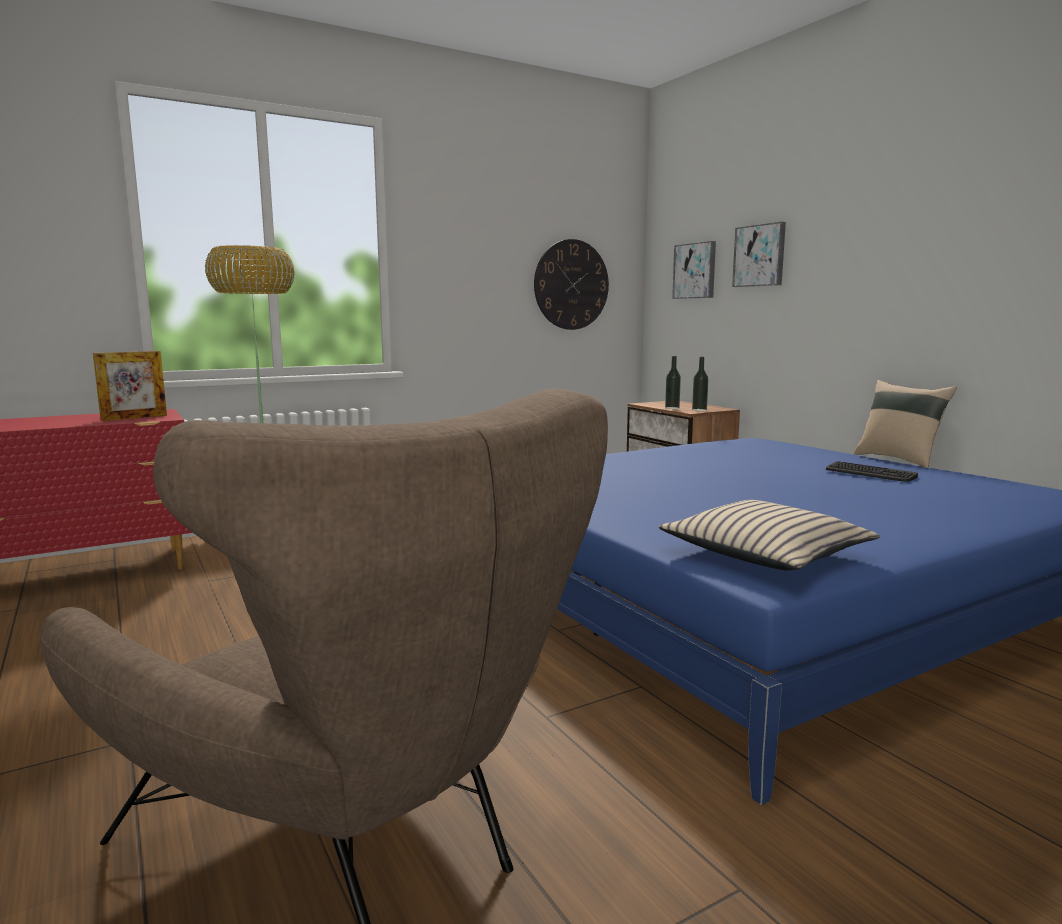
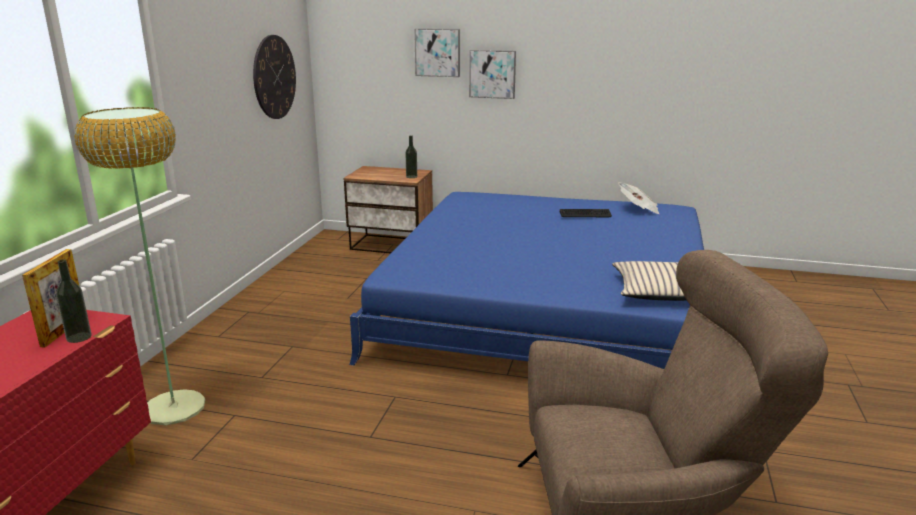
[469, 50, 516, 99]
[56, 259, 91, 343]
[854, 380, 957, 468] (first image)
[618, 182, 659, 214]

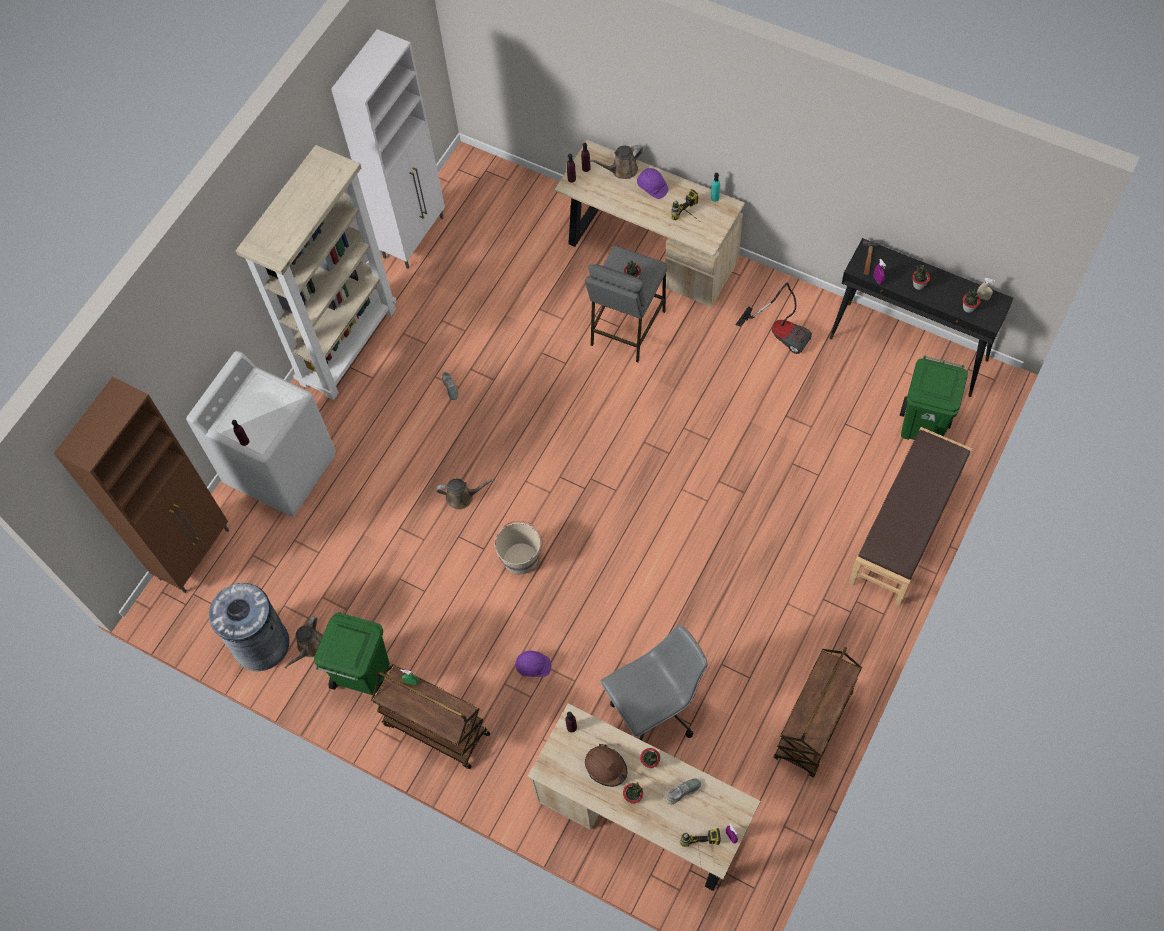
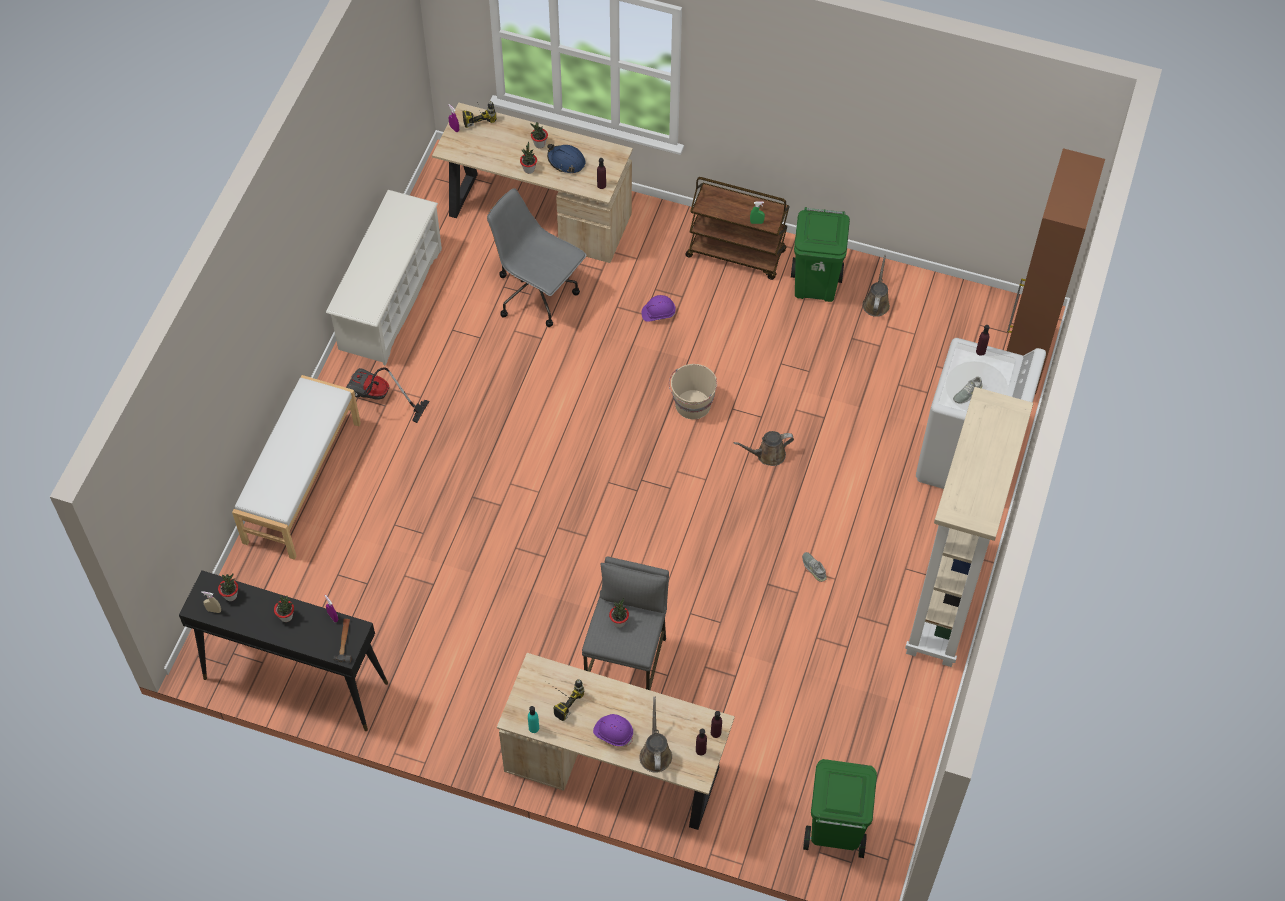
[331, 29, 445, 269] (first image)
[639, 697, 672, 773]
[346, 367, 430, 423]
[803, 759, 877, 858]
[232, 375, 361, 560]
[209, 583, 289, 671] (first image)
[487, 188, 587, 327]
[326, 190, 442, 366]
[547, 144, 585, 173]
[953, 376, 983, 403]

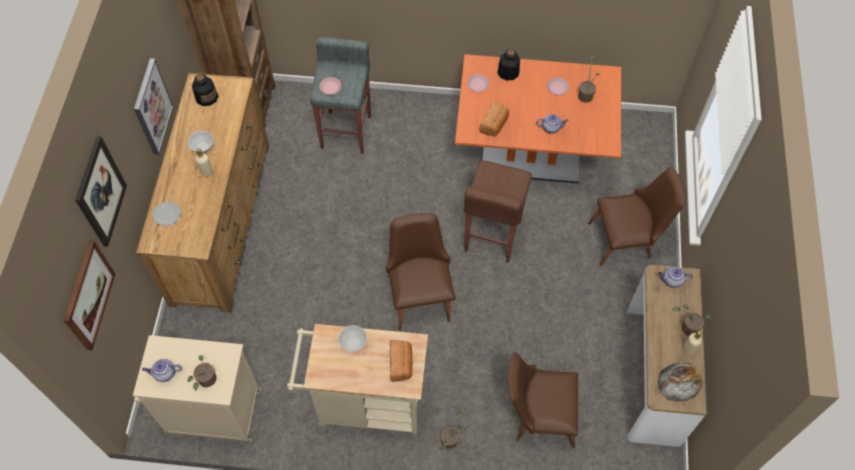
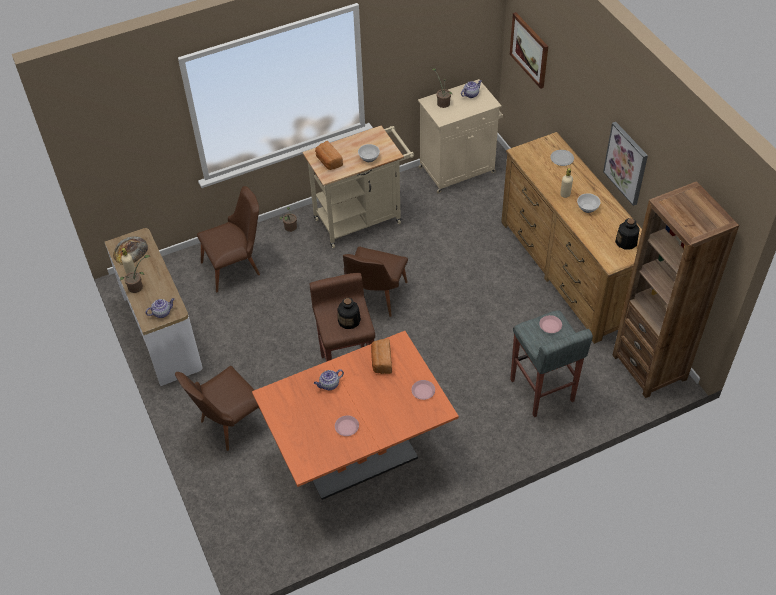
[338, 298, 361, 329]
[578, 56, 600, 103] (first image)
[75, 136, 127, 247] (first image)
[343, 246, 408, 317]

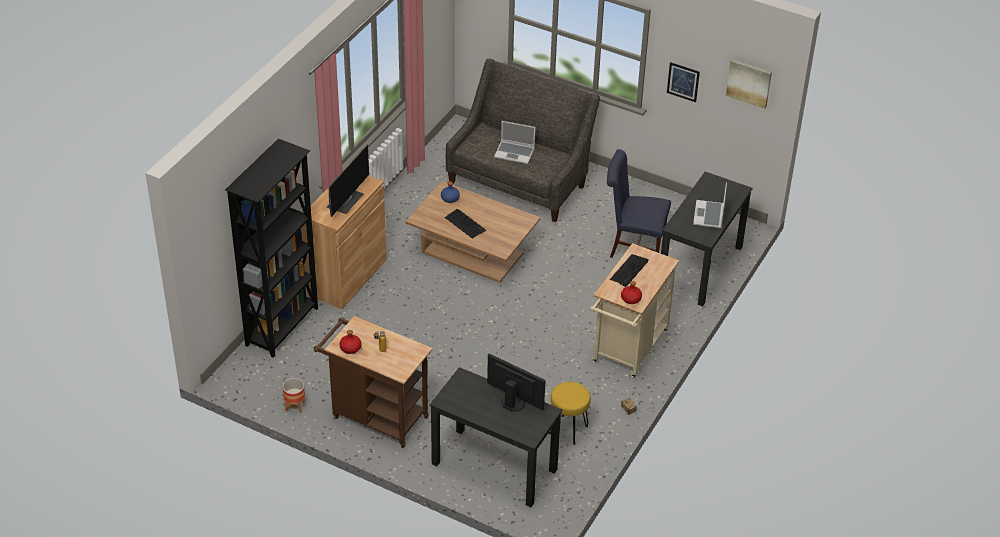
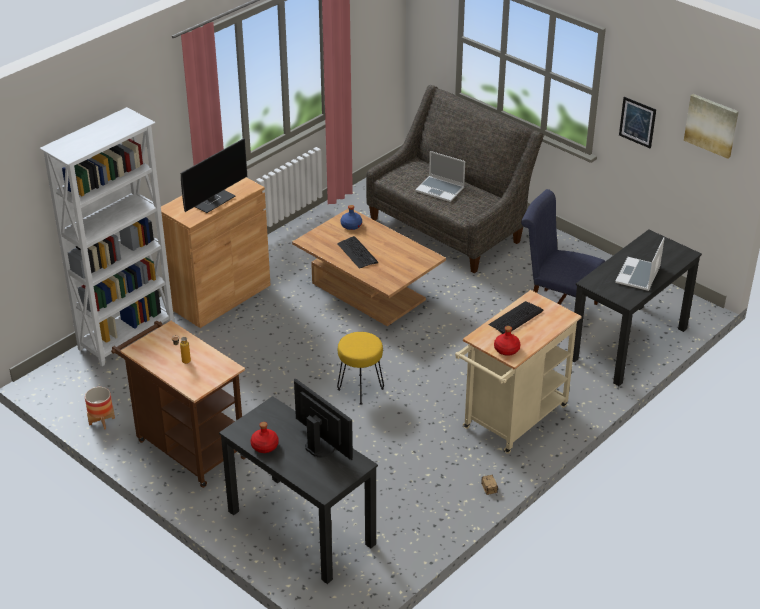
[40, 107, 174, 366]
[250, 422, 279, 453]
[337, 332, 384, 405]

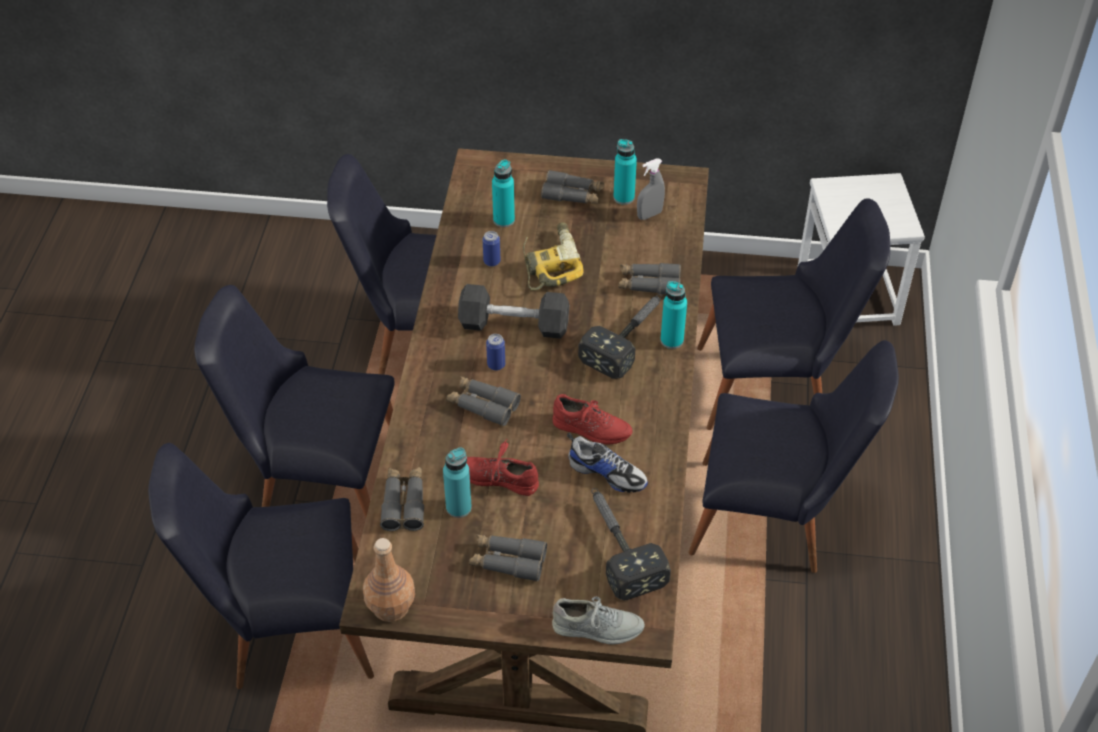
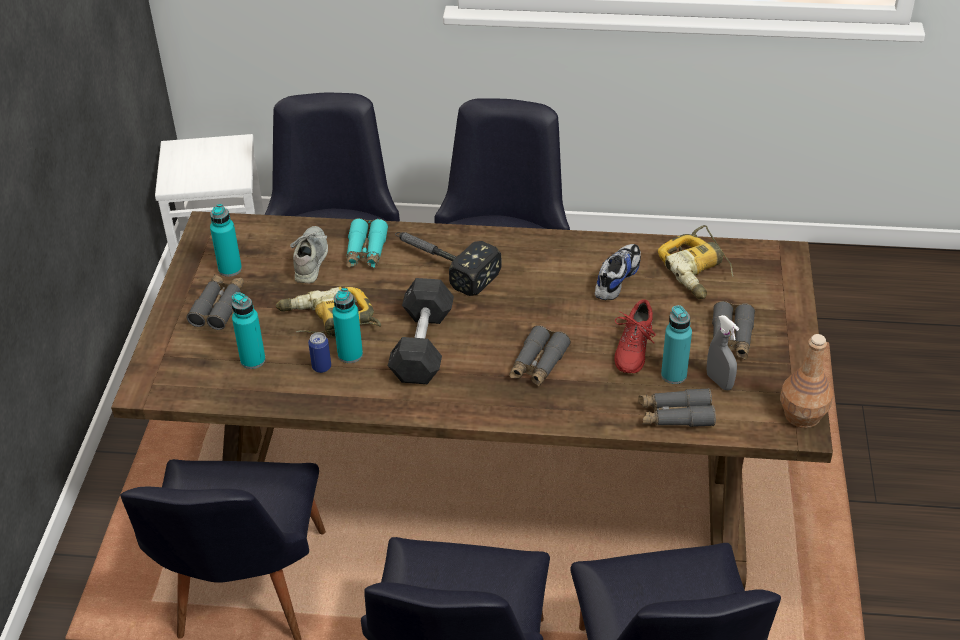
[707, 315, 739, 390]
[346, 218, 389, 268]
[332, 288, 363, 363]
[486, 334, 505, 371] (first image)
[553, 394, 633, 445] (first image)
[658, 225, 733, 299]
[290, 226, 328, 283]

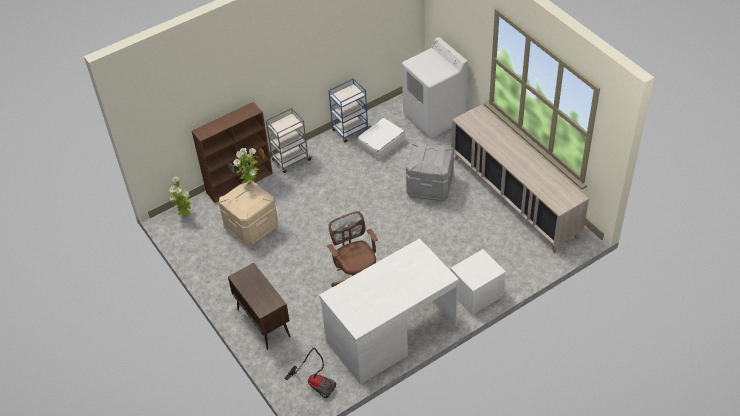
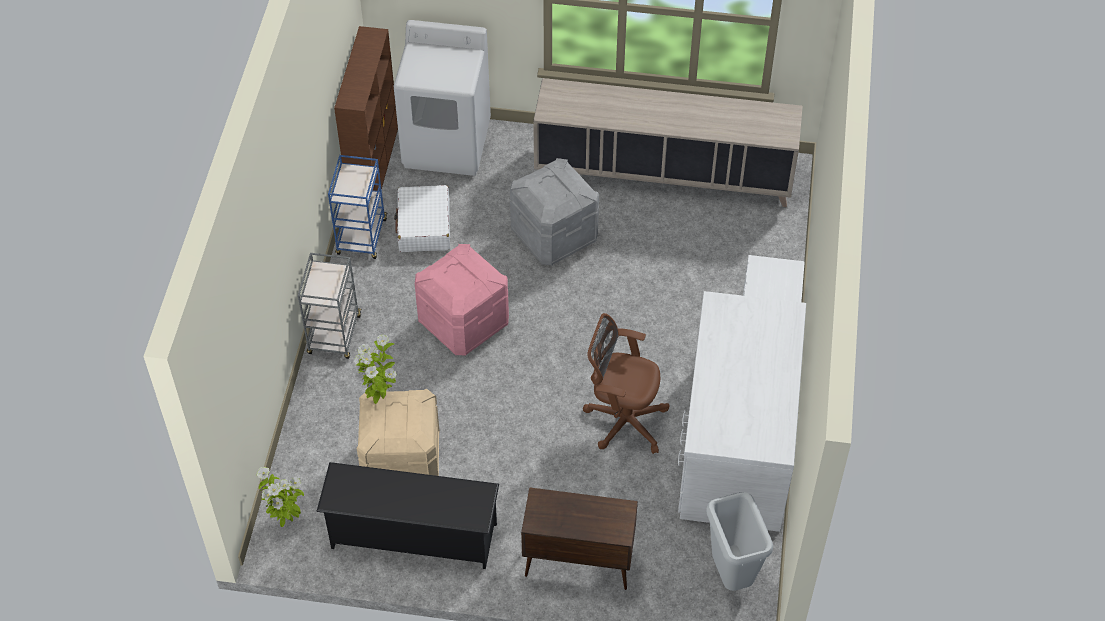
[334, 26, 398, 191]
[706, 492, 773, 591]
[415, 244, 509, 355]
[316, 462, 499, 569]

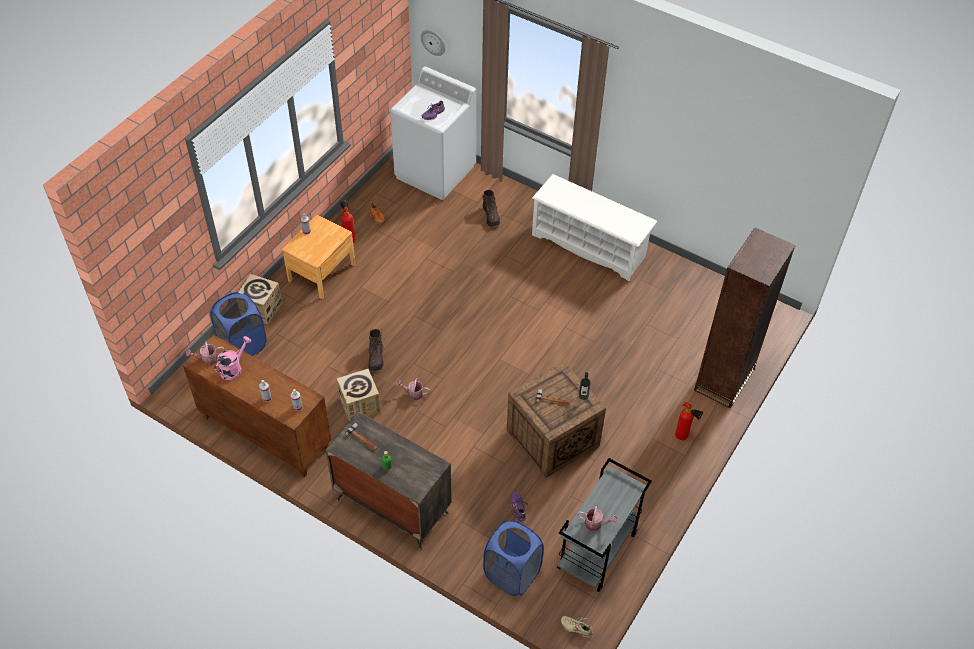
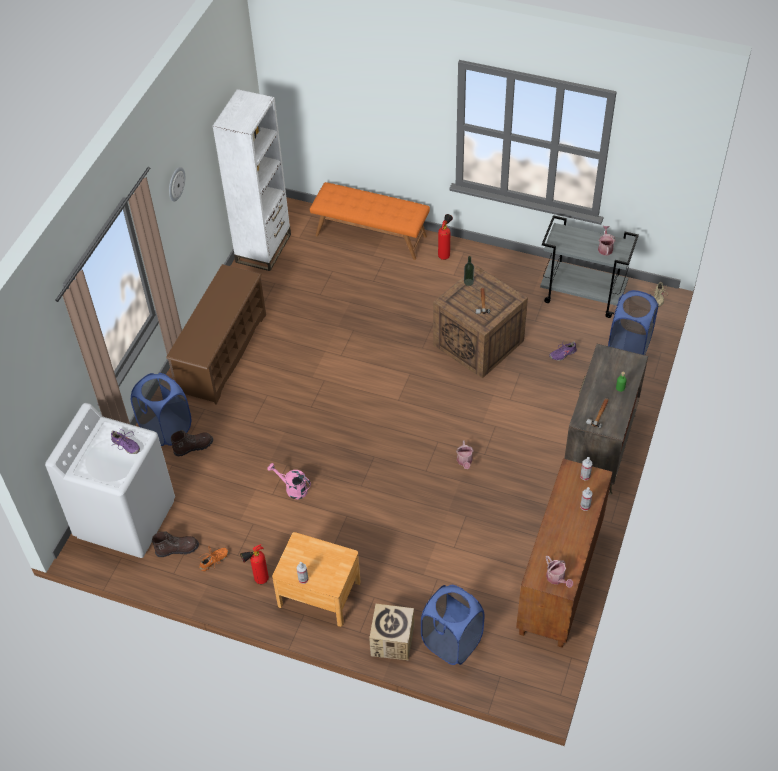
[169, 167, 185, 201]
[166, 264, 266, 405]
[310, 182, 430, 260]
[152, 531, 199, 557]
[267, 463, 311, 499]
[337, 369, 381, 421] (first image)
[213, 89, 291, 271]
[131, 373, 191, 446]

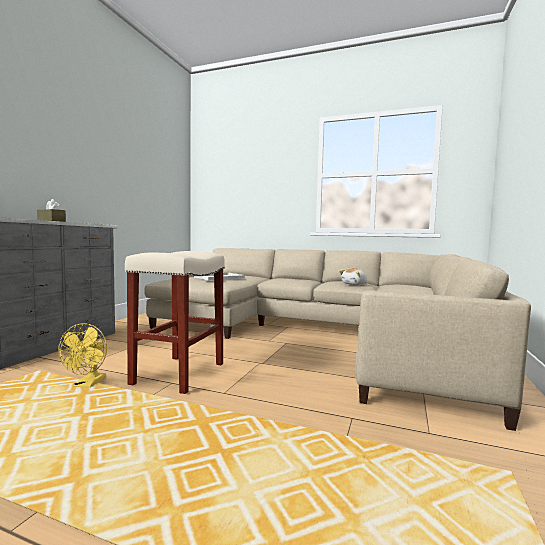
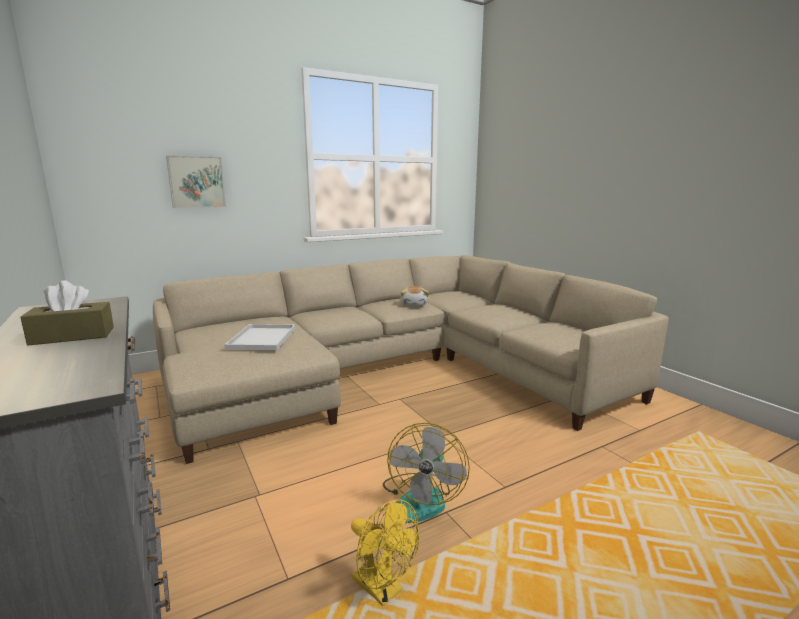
[383, 423, 470, 523]
[166, 156, 226, 208]

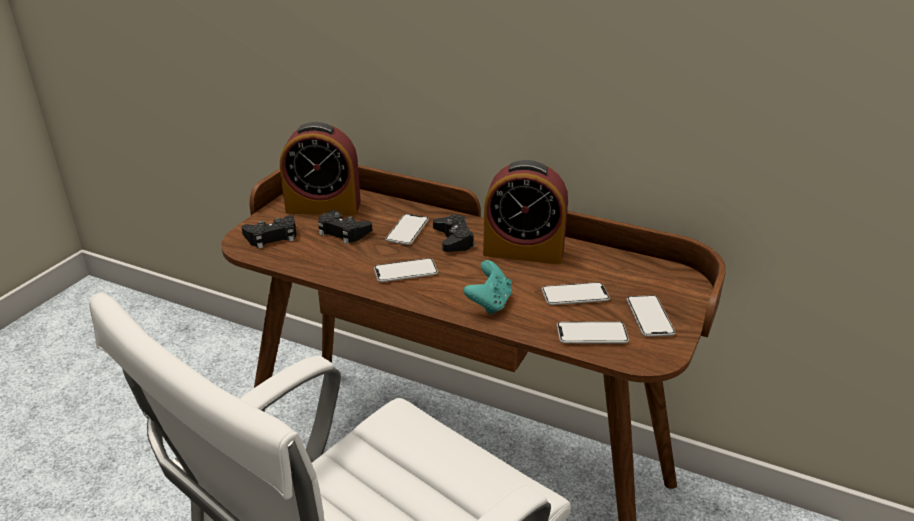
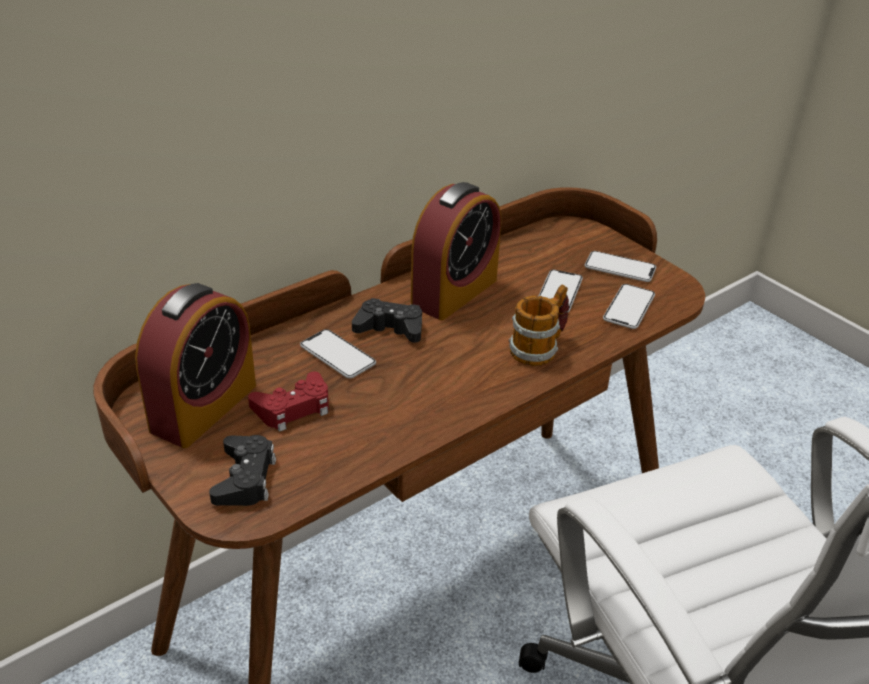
[248, 371, 329, 432]
[374, 258, 438, 282] (first image)
[509, 285, 569, 366]

